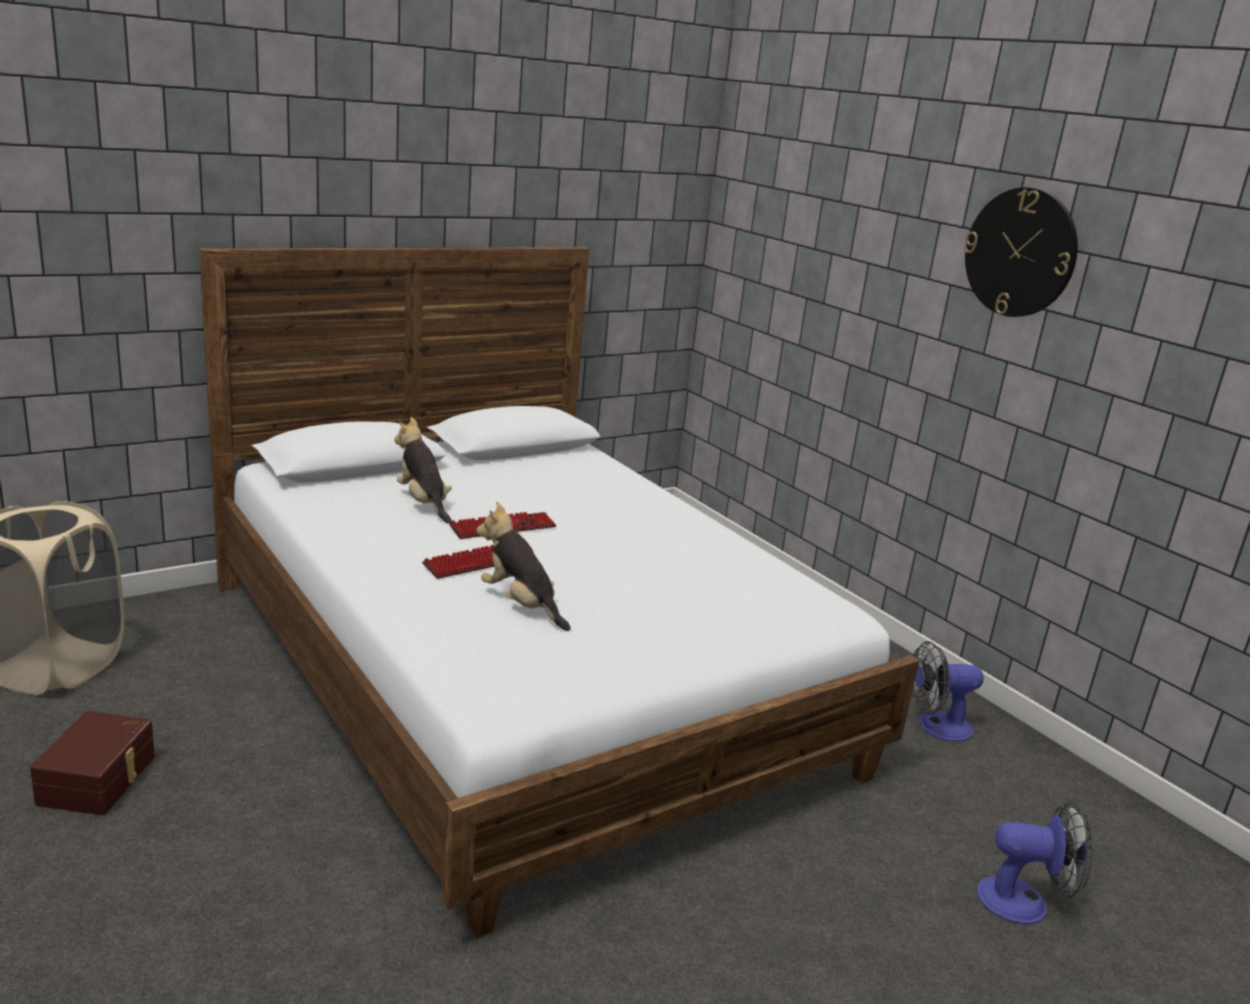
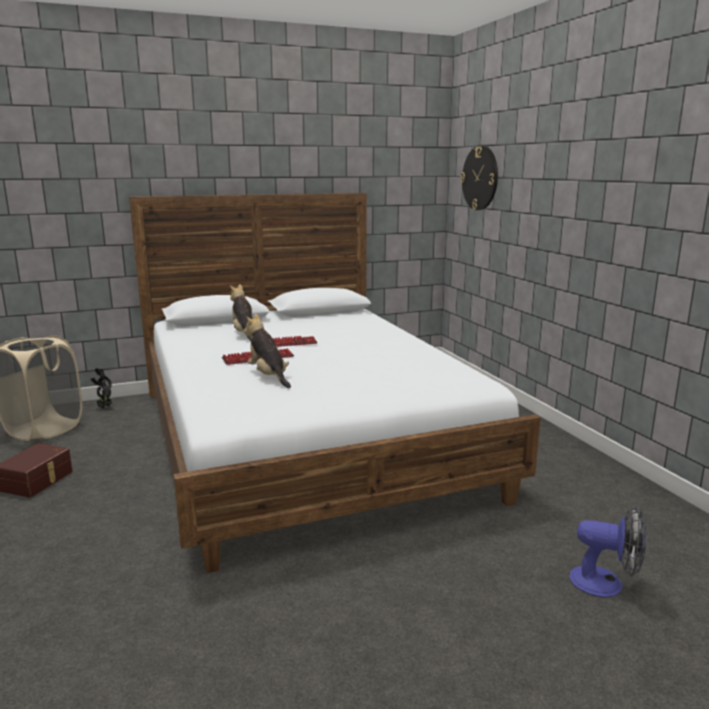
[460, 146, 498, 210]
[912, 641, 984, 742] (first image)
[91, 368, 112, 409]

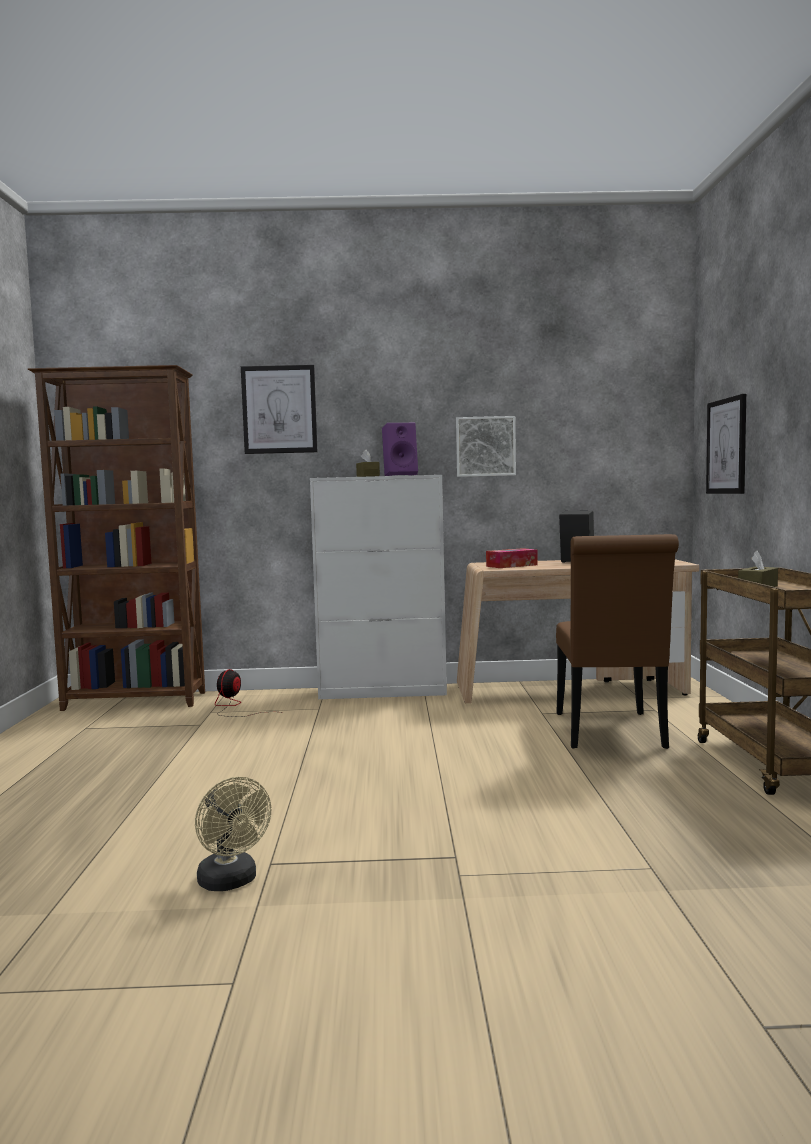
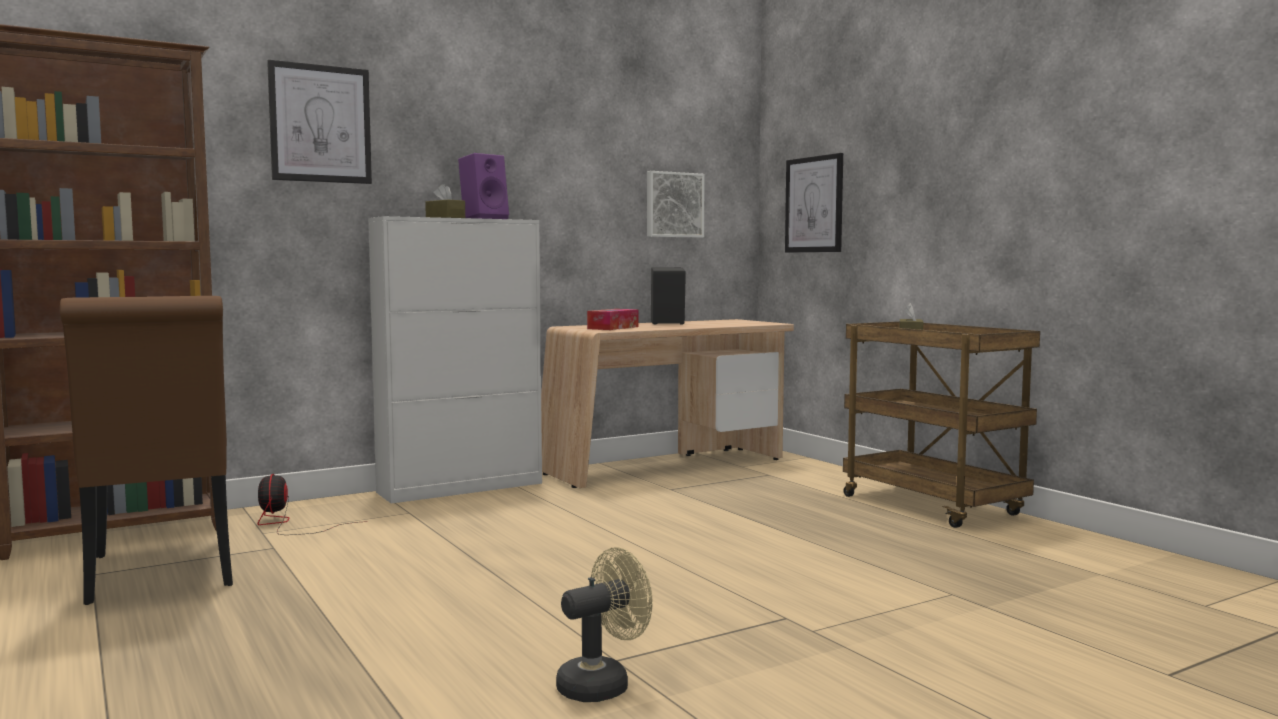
[647, 171, 705, 237]
[60, 296, 233, 605]
[556, 547, 653, 702]

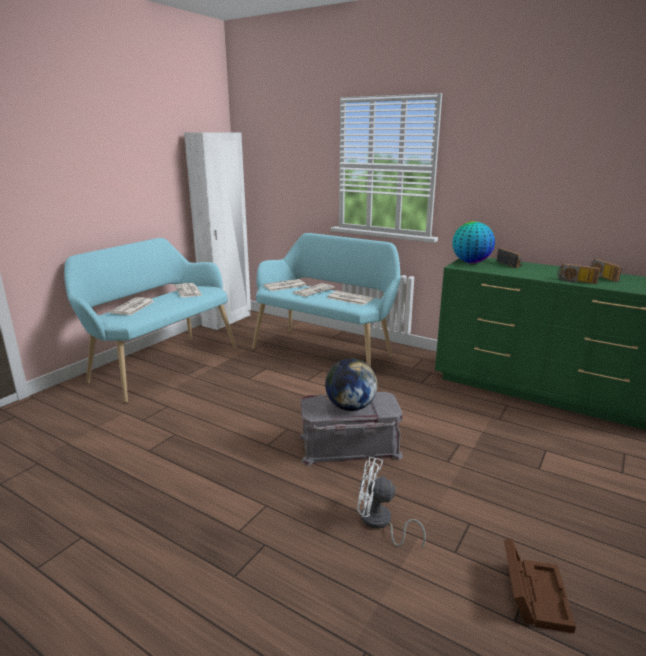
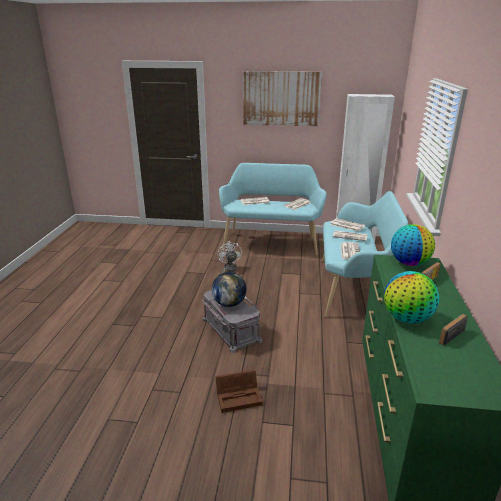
[384, 271, 439, 323]
[217, 241, 242, 275]
[215, 370, 263, 413]
[243, 71, 322, 126]

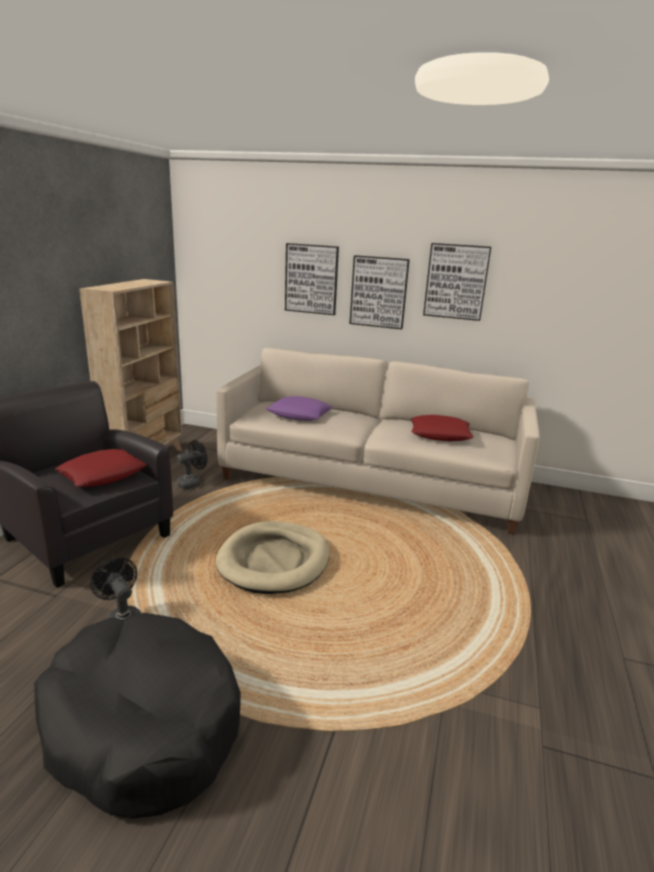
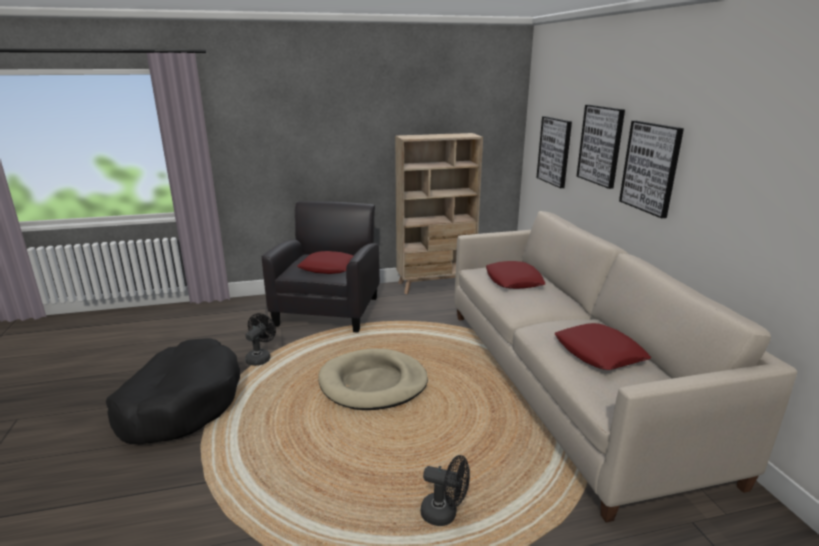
[536, 116, 572, 188]
[486, 261, 546, 289]
[421, 455, 470, 526]

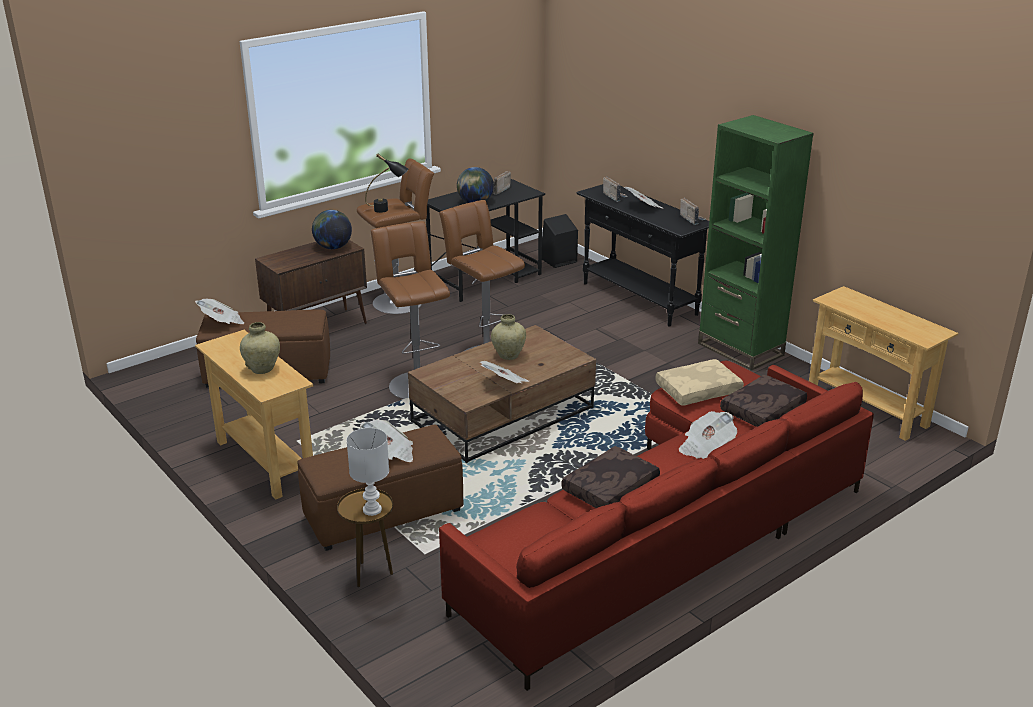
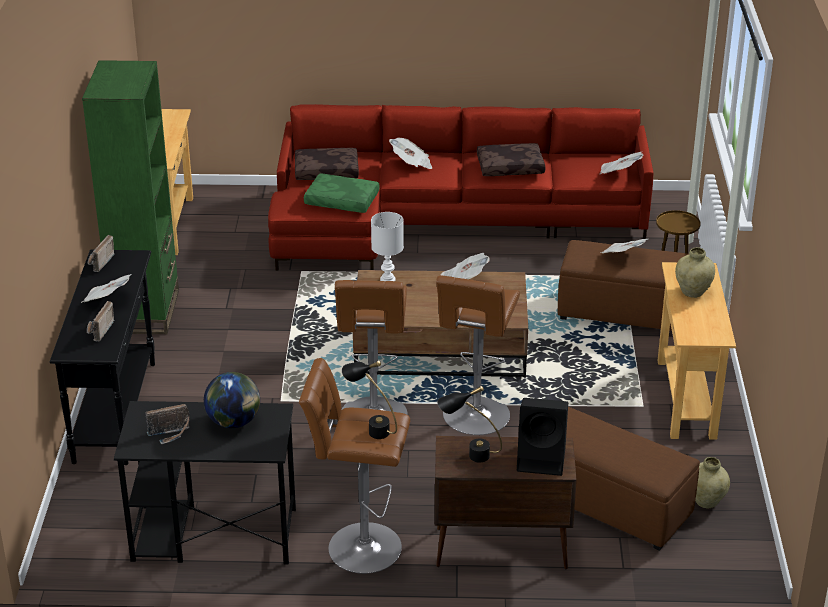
[437, 386, 502, 463]
[517, 398, 568, 476]
[600, 152, 643, 174]
[695, 457, 730, 508]
[304, 174, 380, 213]
[371, 212, 404, 281]

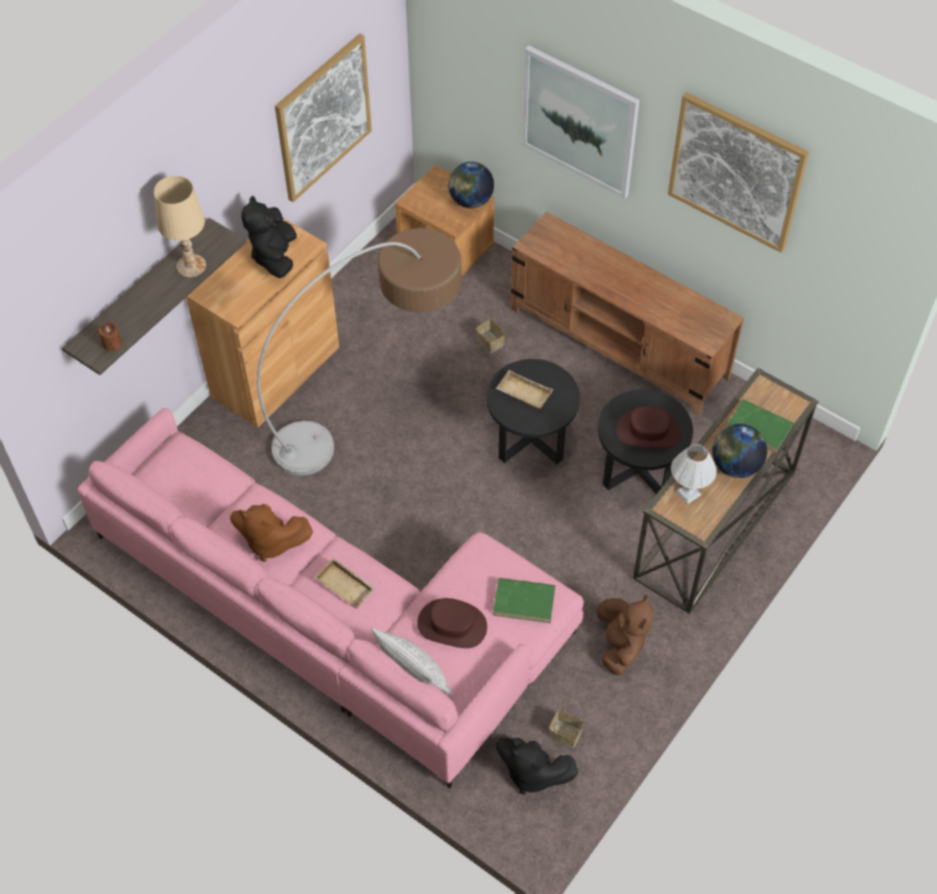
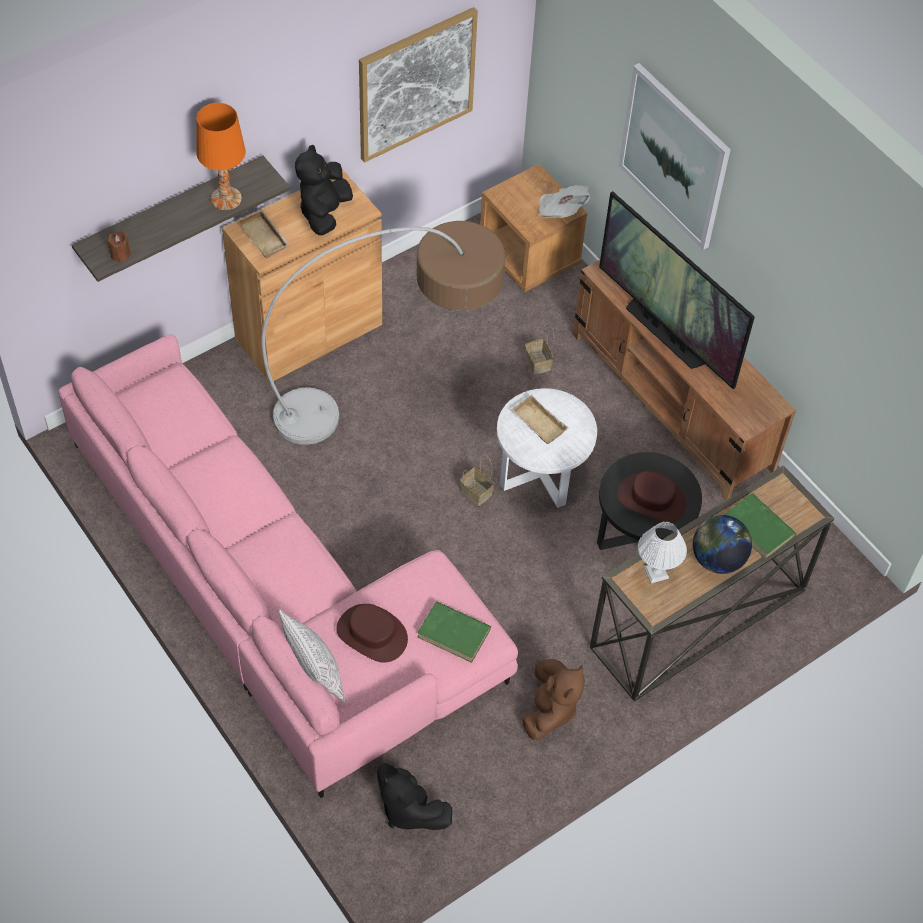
[668, 92, 809, 253] (first image)
[538, 185, 590, 218]
[197, 103, 246, 210]
[497, 388, 597, 508]
[230, 504, 313, 562] (first image)
[237, 209, 290, 259]
[460, 454, 494, 506]
[599, 191, 755, 389]

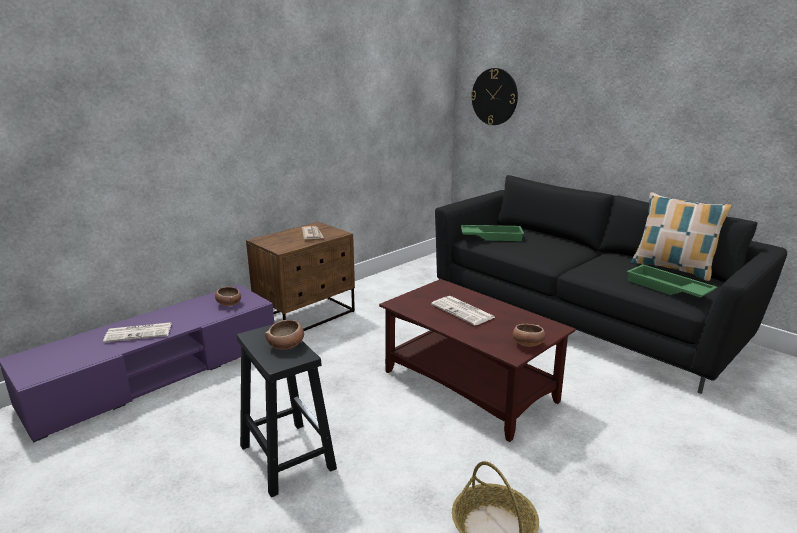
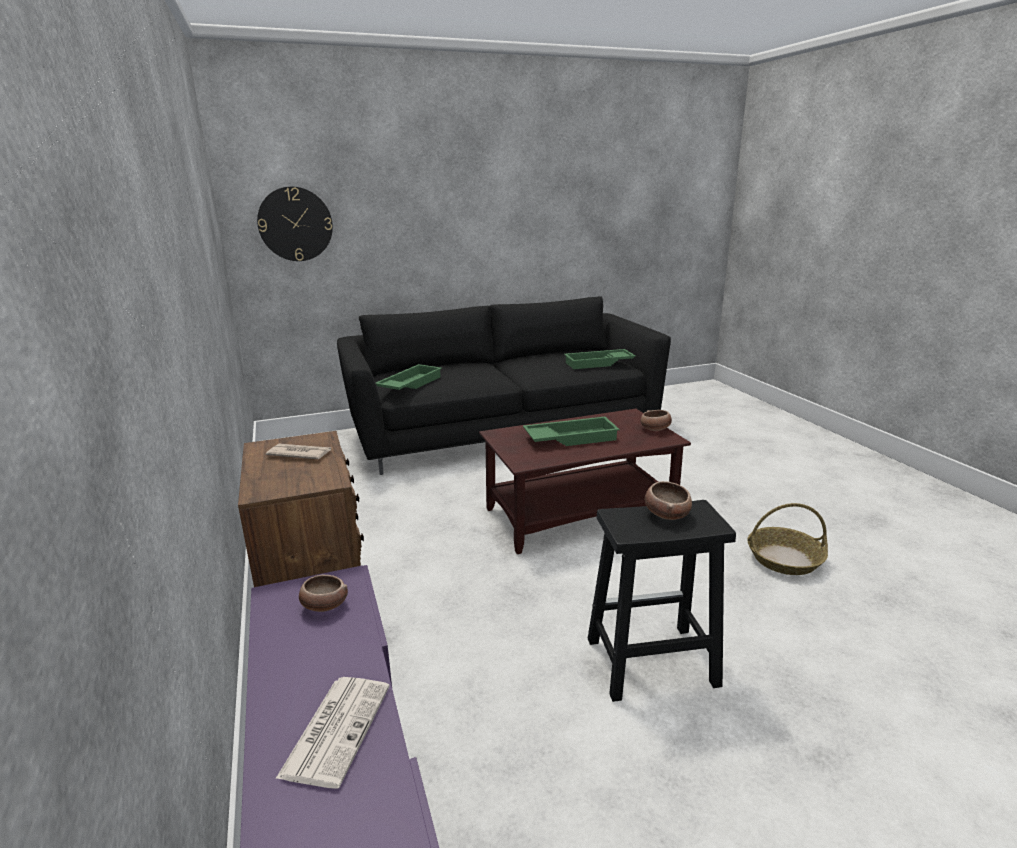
[631, 192, 732, 281] (first image)
[523, 417, 620, 446]

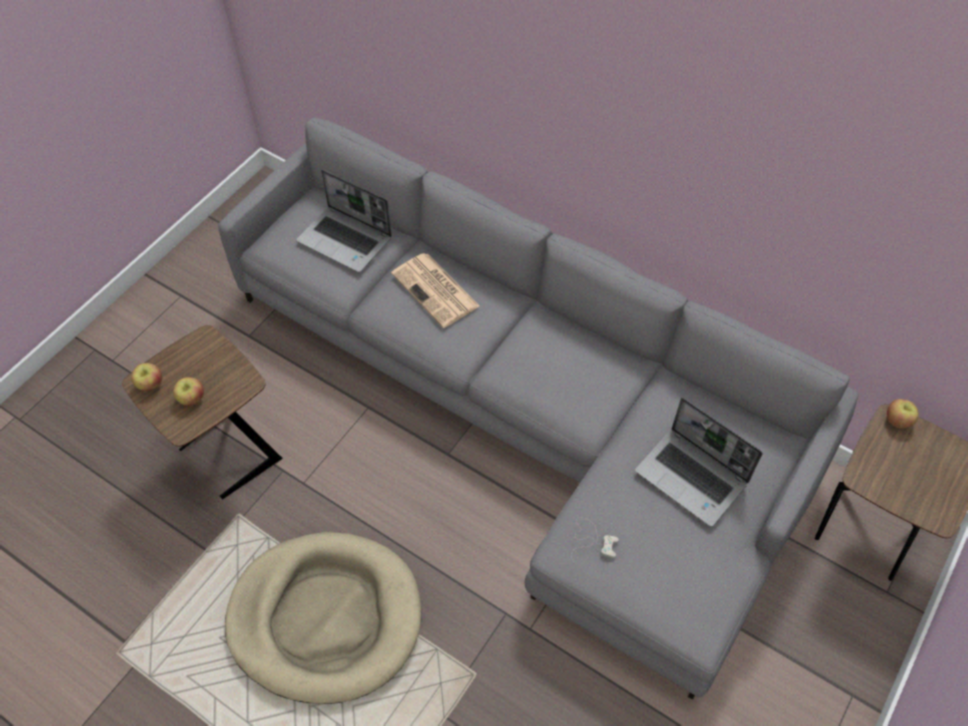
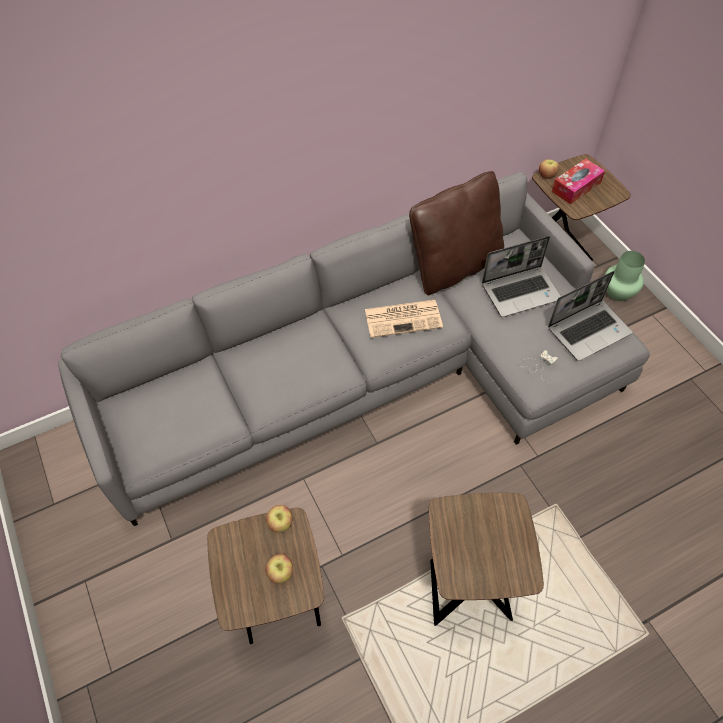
[548, 271, 633, 361]
[365, 300, 443, 338]
[266, 505, 292, 533]
[429, 493, 544, 626]
[552, 159, 605, 205]
[409, 171, 504, 295]
[605, 251, 645, 301]

